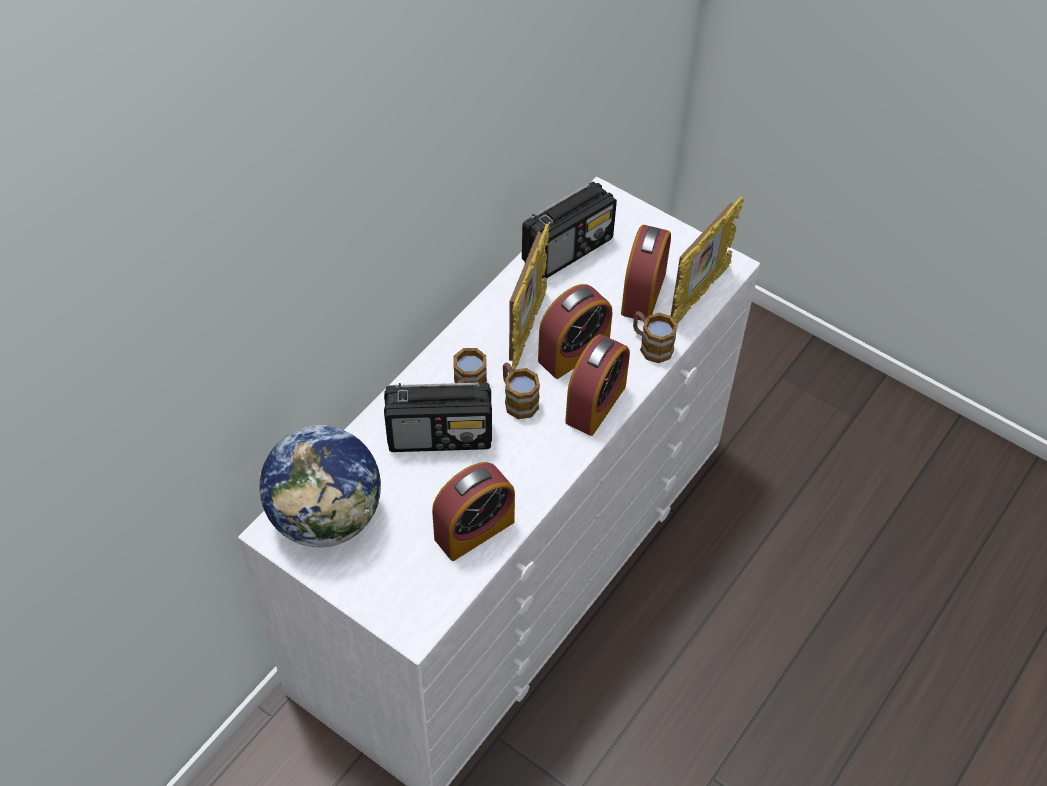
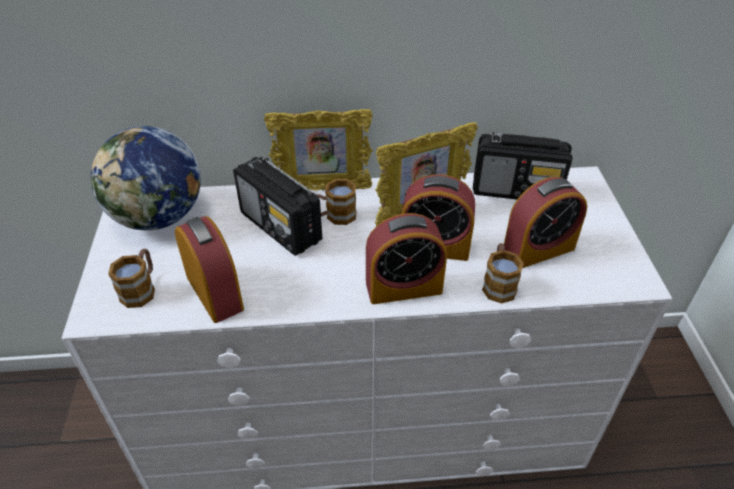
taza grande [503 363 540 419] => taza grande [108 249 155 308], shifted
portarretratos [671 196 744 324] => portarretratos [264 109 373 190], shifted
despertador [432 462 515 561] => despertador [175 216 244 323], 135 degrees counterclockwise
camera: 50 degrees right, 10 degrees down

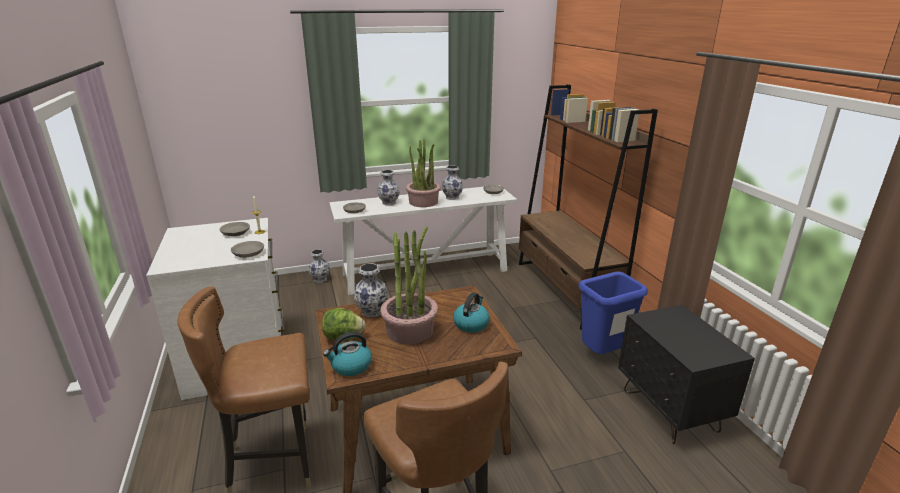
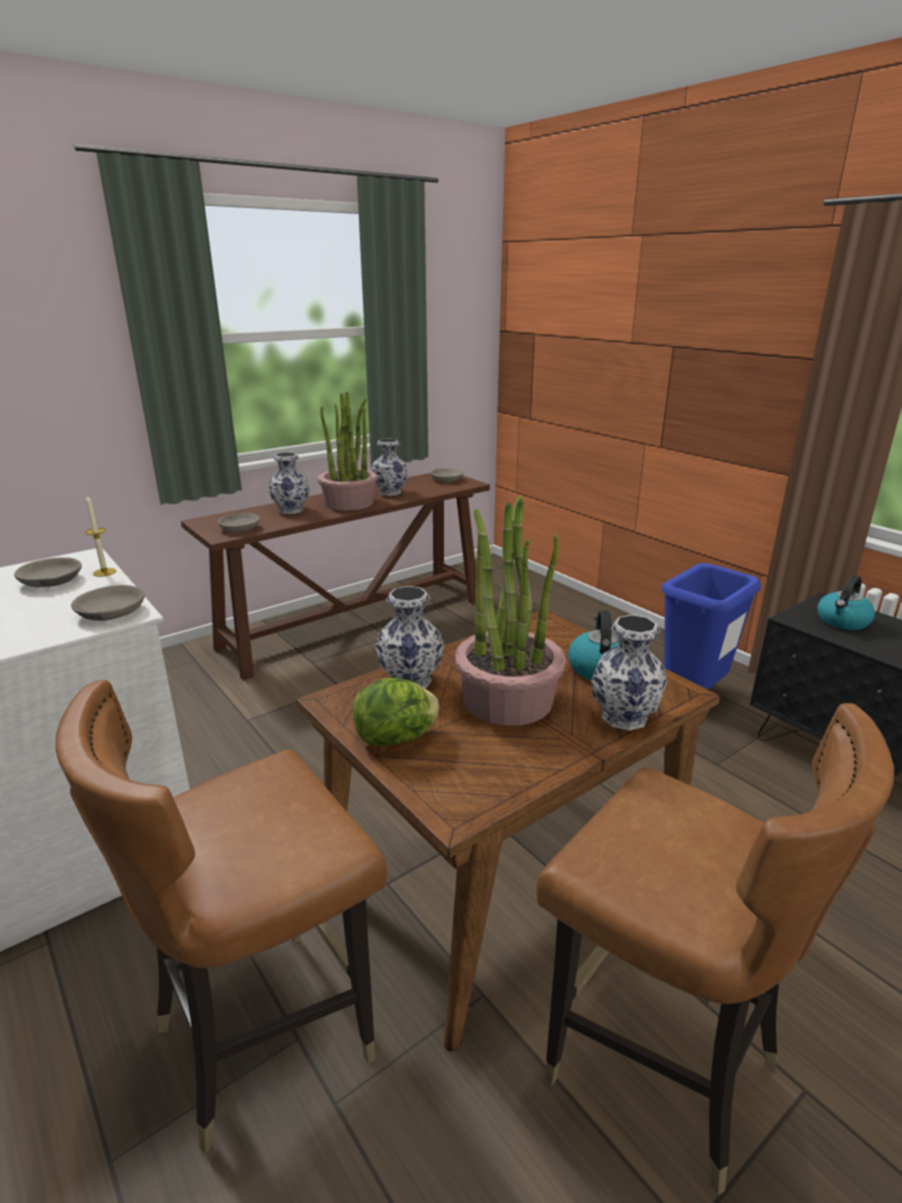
estantería/marrón [519 85 658 330] => nothing
florero [308 249 330 283] => florero [591 615 667 731], shifted
hervidor [323 332 372 376] => hervidor [817 575 875 630], shifted
mesa consola/blanco [329 185 517 295] => mesa consola/marrón [181 473 490 680]
camera: 20 degrees left, 0 degrees up

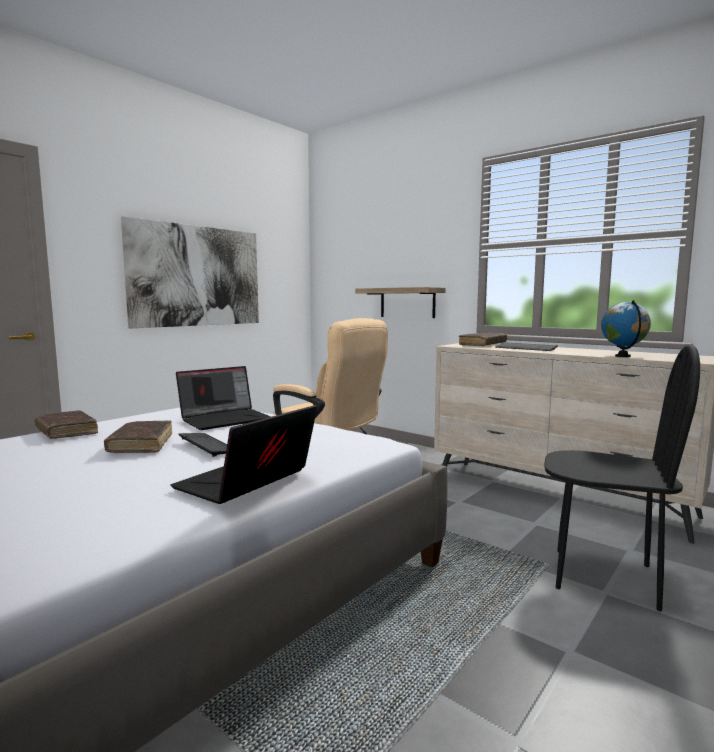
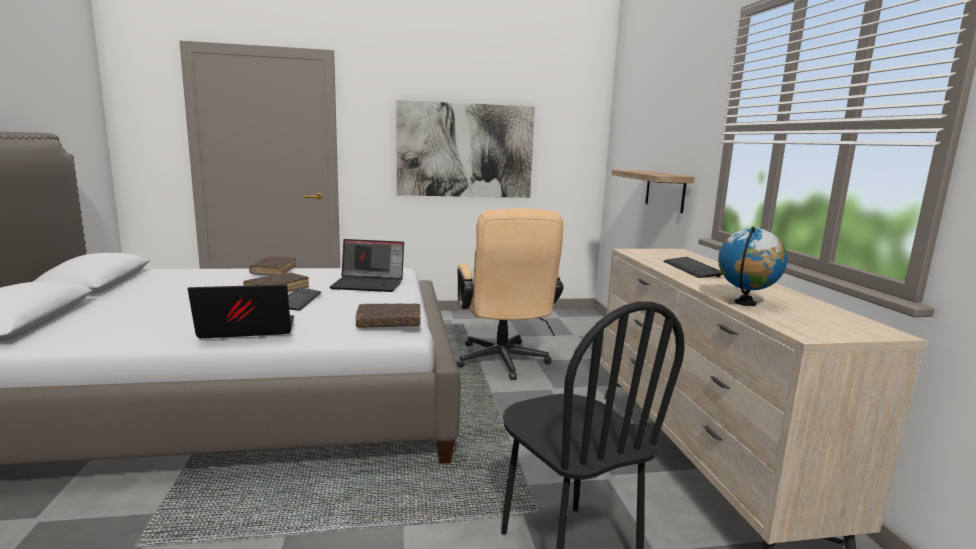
libro/marrón [459 332 507 346] => libro/marrón [355 303 421 328], shifted
camera: 40 degrees right, 5 degrees up

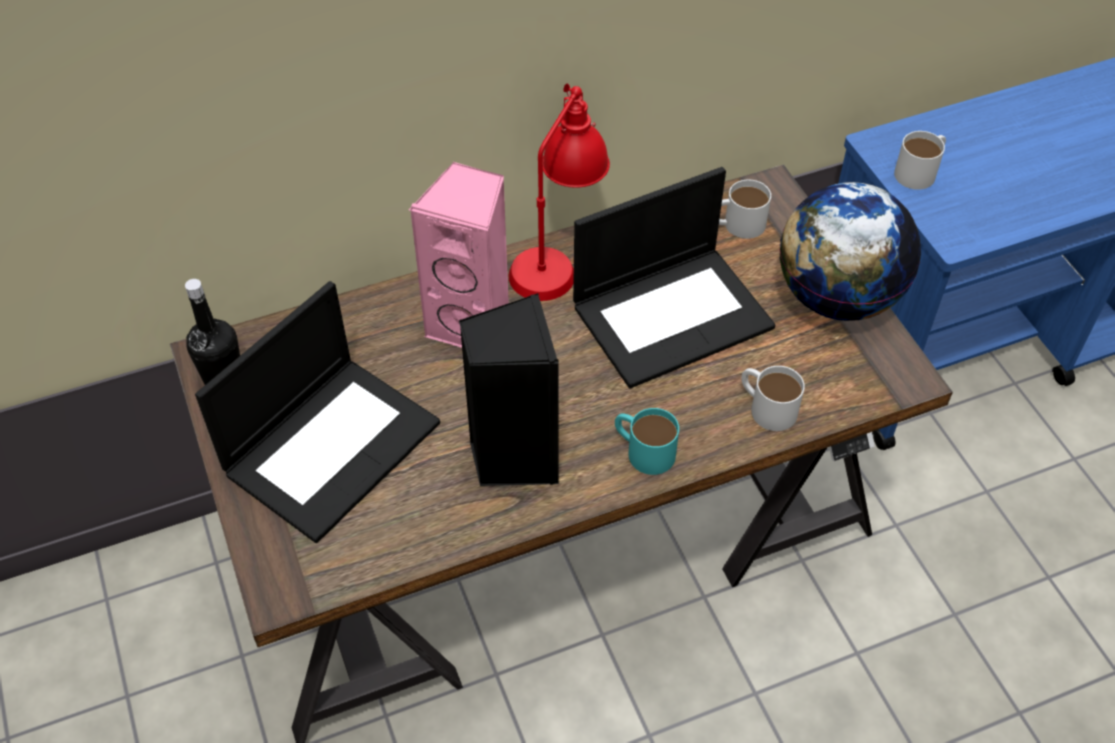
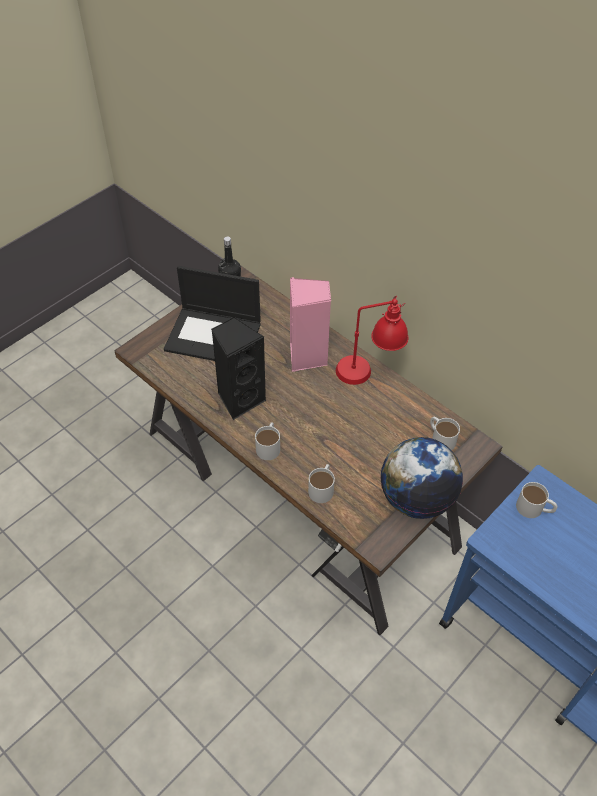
portátil [573 167 775 389] => nothing
taza grande/turquesa [615 408 679 475] => taza grande/blanco [255 422 280 460]
camera: 65 degrees right, 0 degrees up

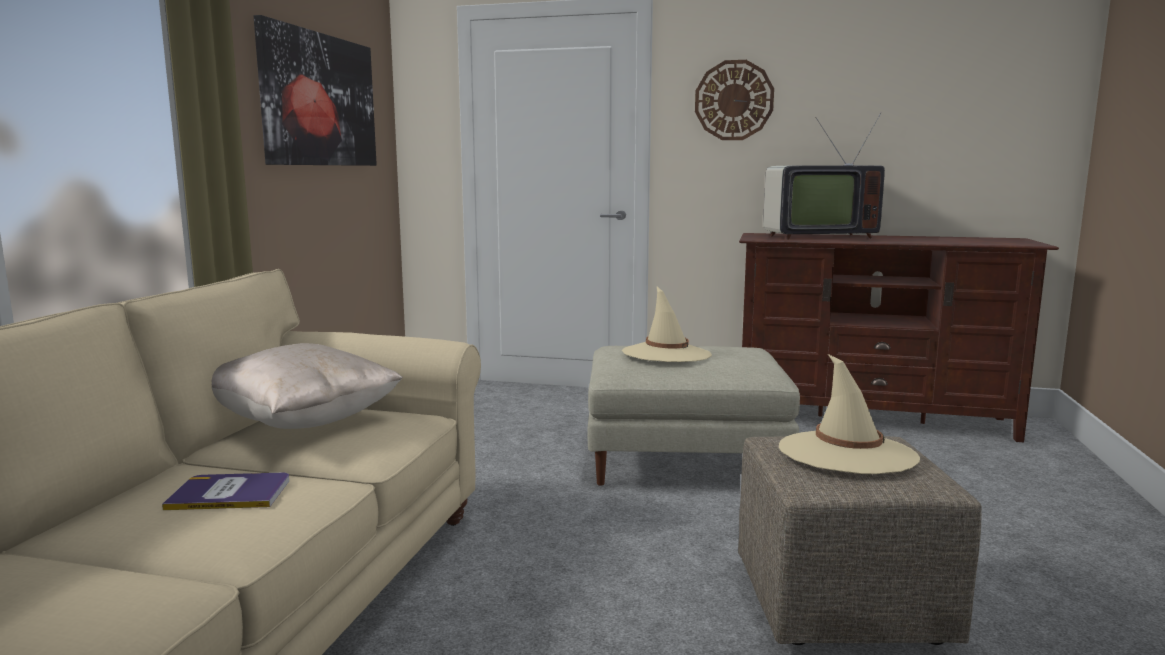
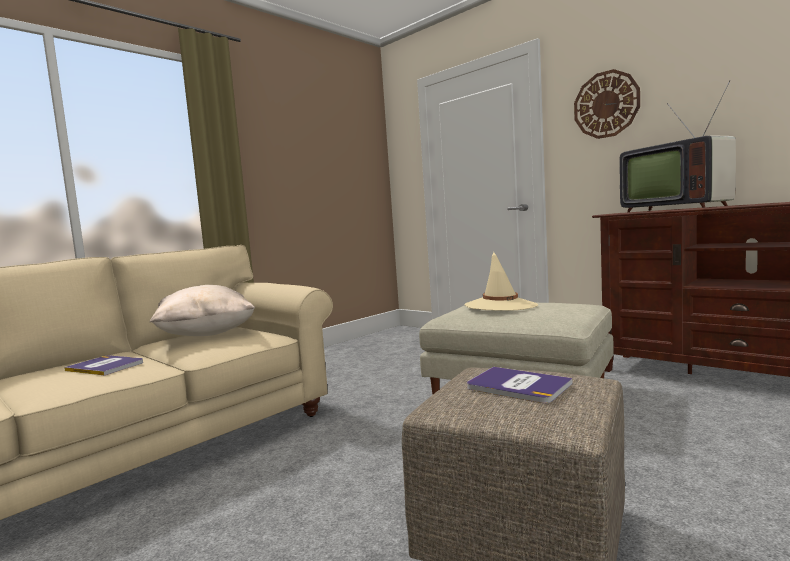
cuadro [254 15 377 166] => nothing
sombrero/beis [779 354 920 474] => libro [467 367 573 403]
televisor [763 113 885 240] => televisor [619 80 736 212], 45 degrees clockwise
camera: 30 degrees right, 5 degrees down

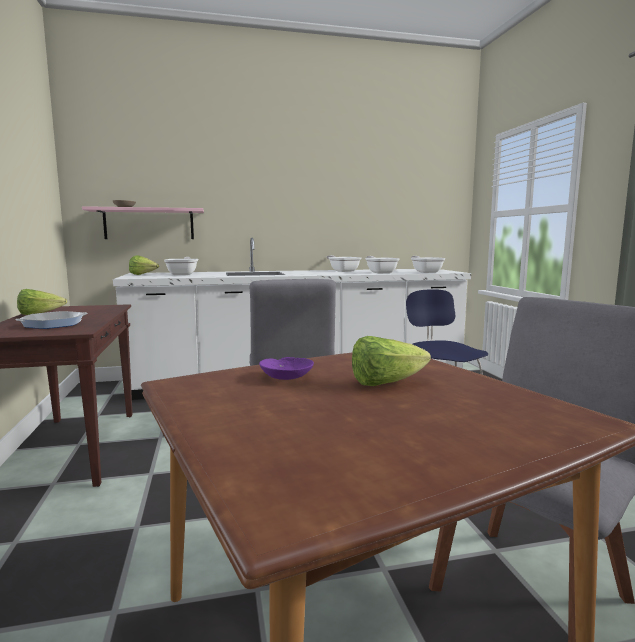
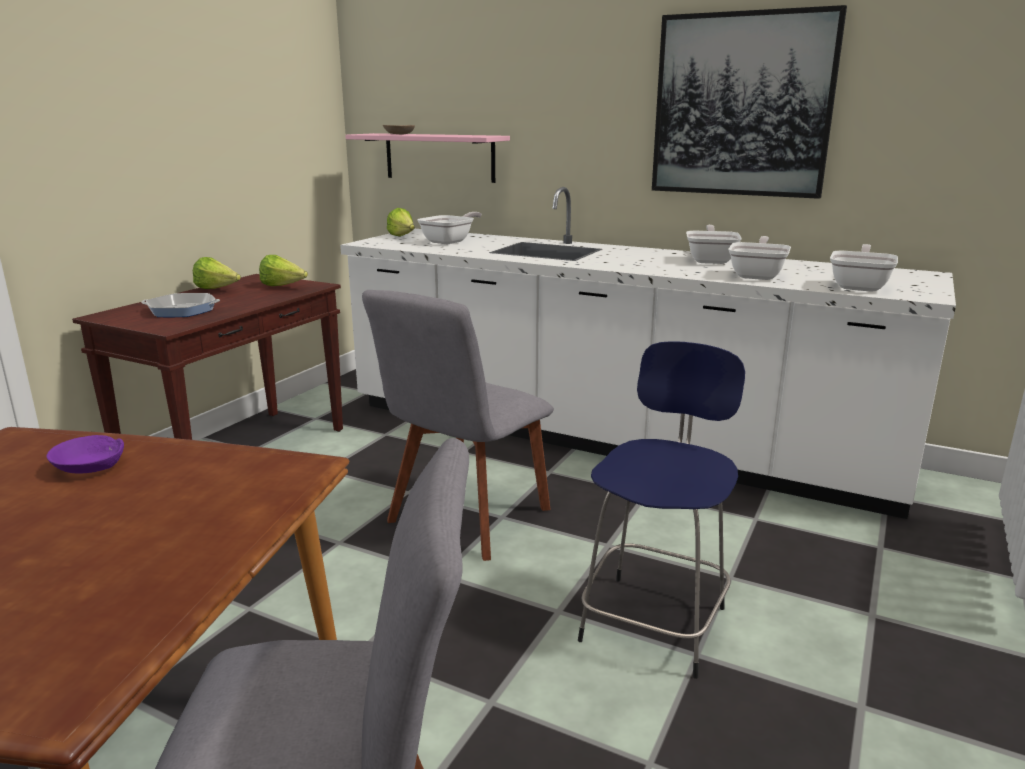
nothing => cuadro [652 5 847 199]
lechuga [352 336 431 386] => lechuga [259 255 308 286], shifted
camera: 40 degrees right, 10 degrees up

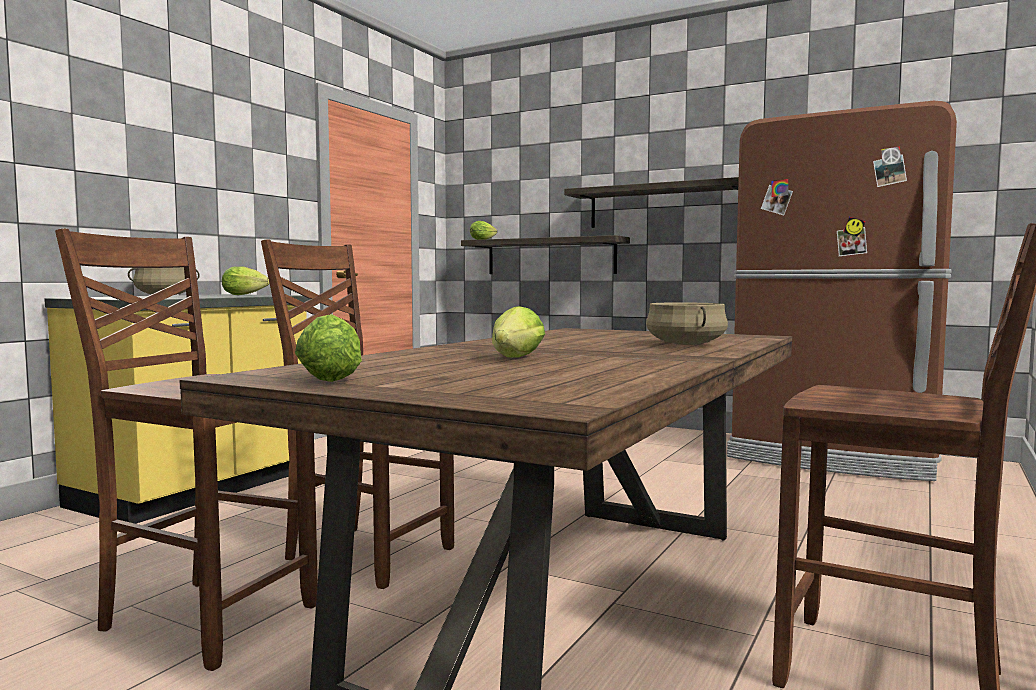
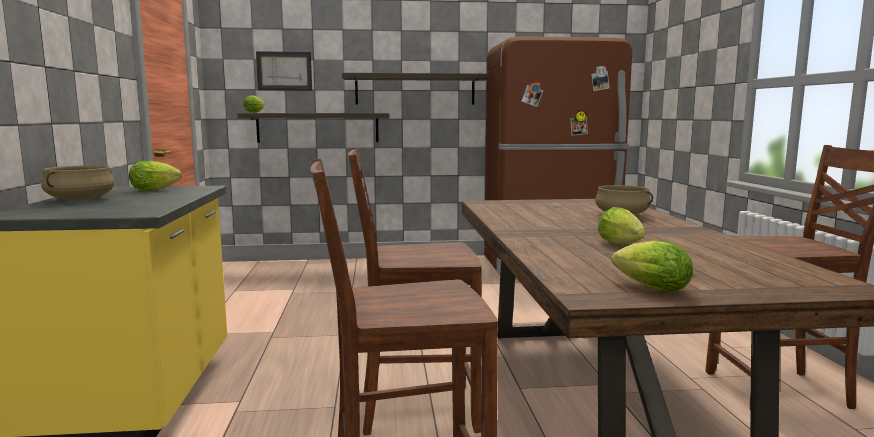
nothing => cuadro [256 51 312 91]
camera: 35 degrees left, 5 degrees up

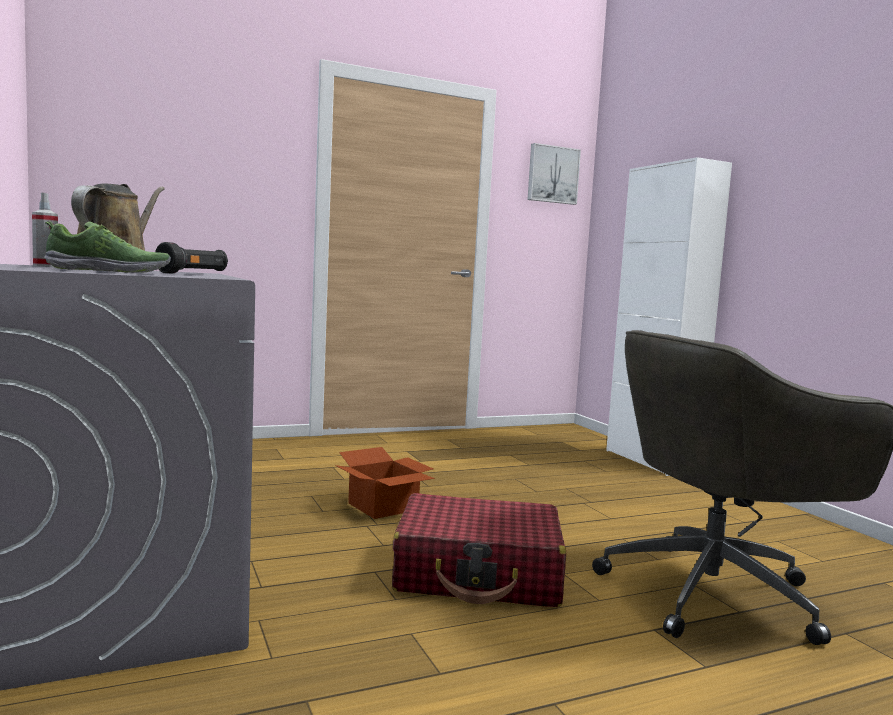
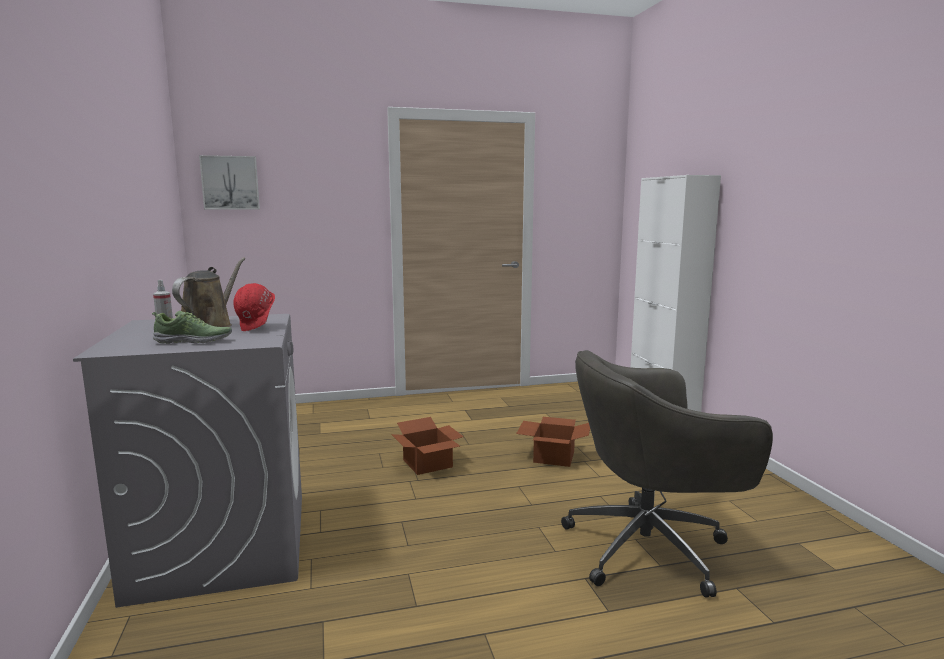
maleta/rojo [392 493 566 607] => nothing
nothing => caja de cartón [516 417 590 467]
cuadro [528 143 581 205] => cuadro [199 155 260 210], shifted
linterna/negro [155 242 228 273] => casco/rojo [234 283 275 331]
camera: 10 degrees right, 5 degrees up

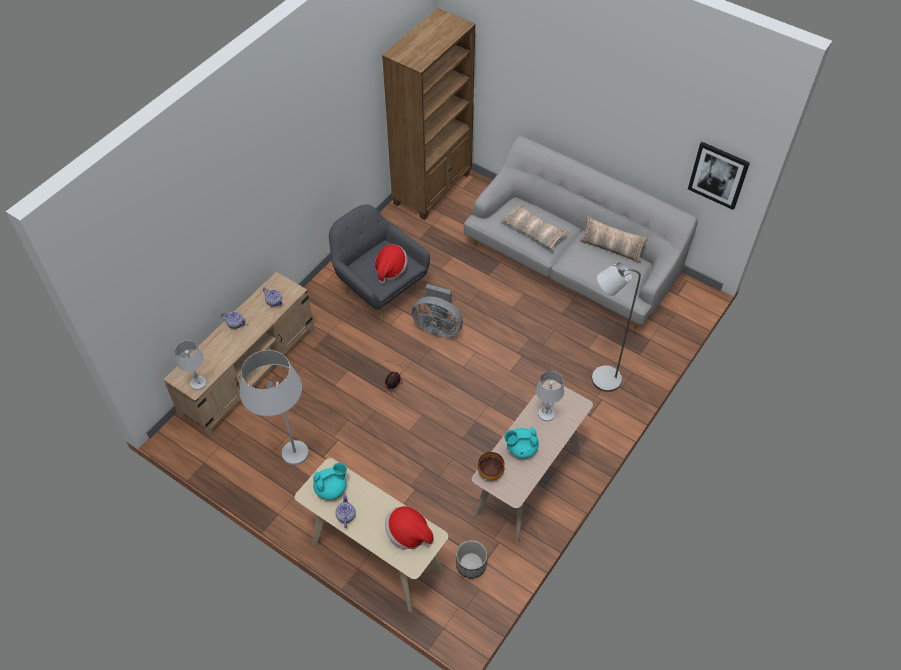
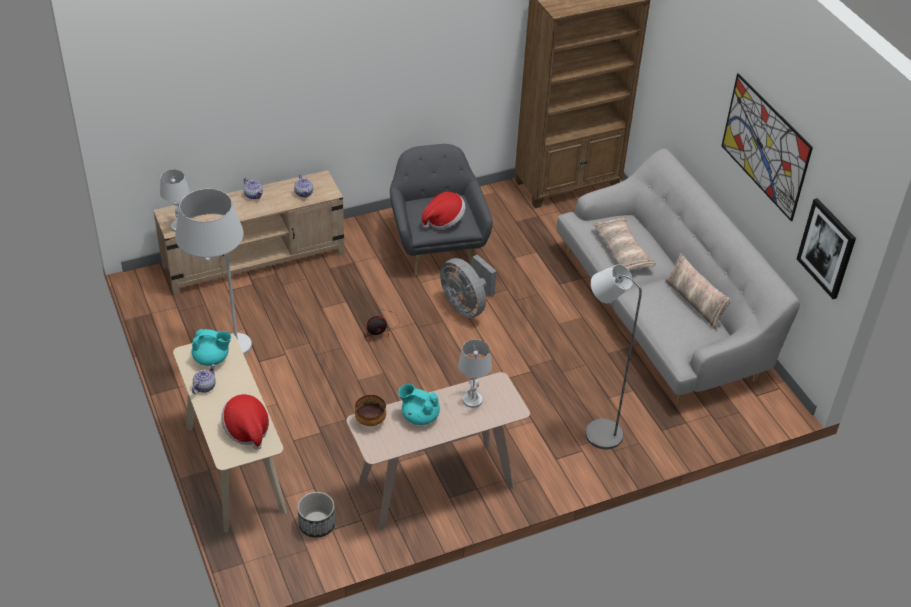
nothing => cuadro [722 73 813 221]
camera: 30 degrees right, 10 degrees down

